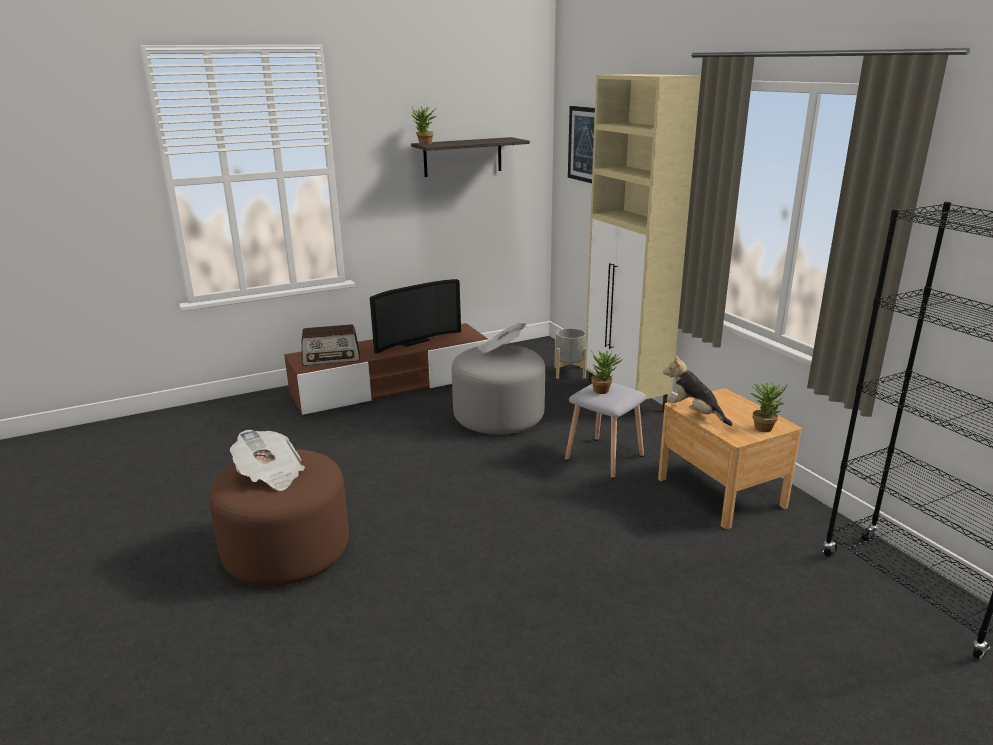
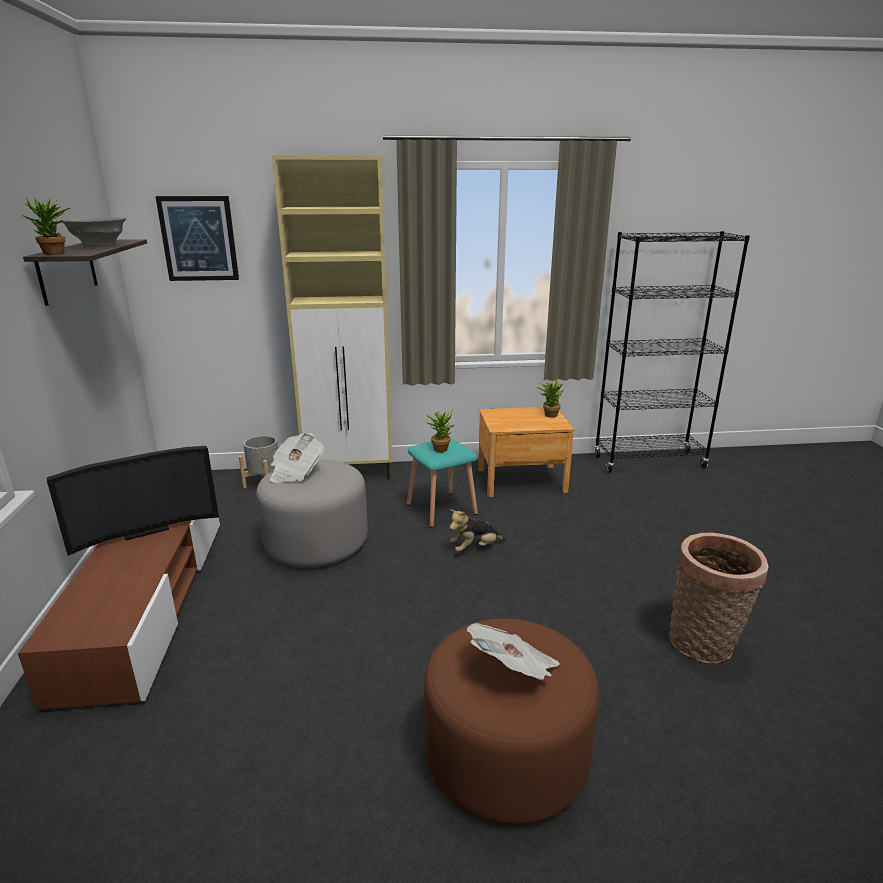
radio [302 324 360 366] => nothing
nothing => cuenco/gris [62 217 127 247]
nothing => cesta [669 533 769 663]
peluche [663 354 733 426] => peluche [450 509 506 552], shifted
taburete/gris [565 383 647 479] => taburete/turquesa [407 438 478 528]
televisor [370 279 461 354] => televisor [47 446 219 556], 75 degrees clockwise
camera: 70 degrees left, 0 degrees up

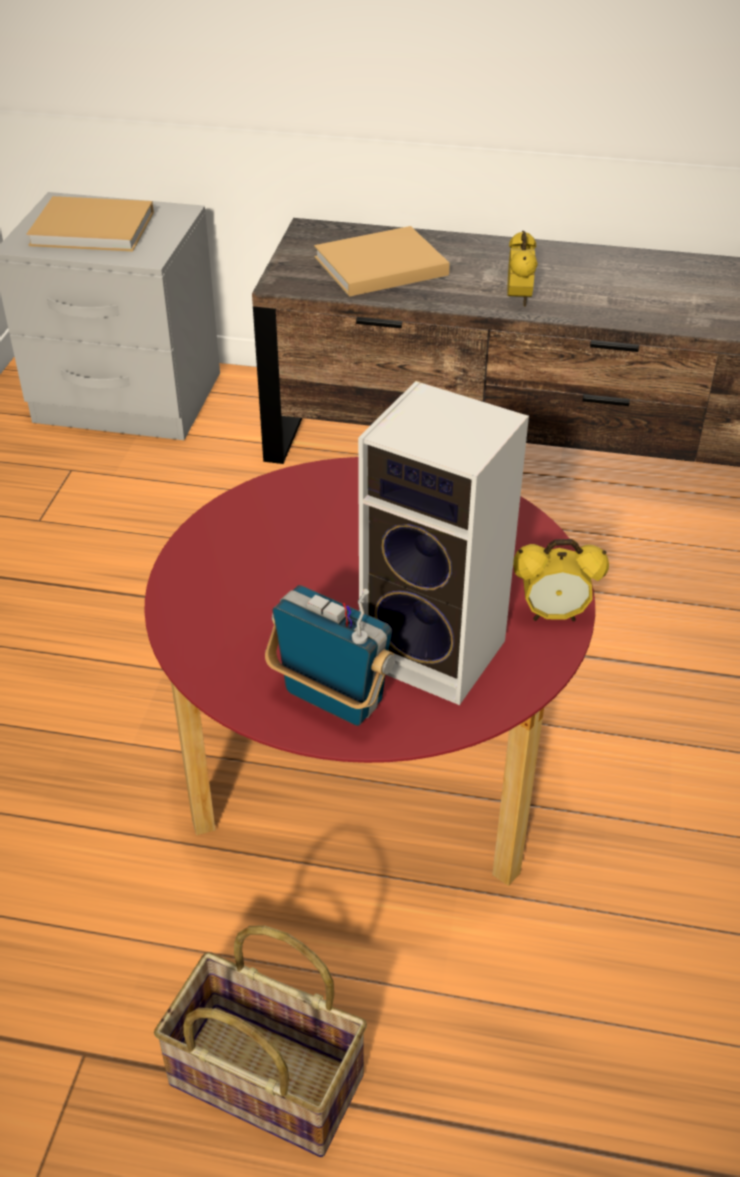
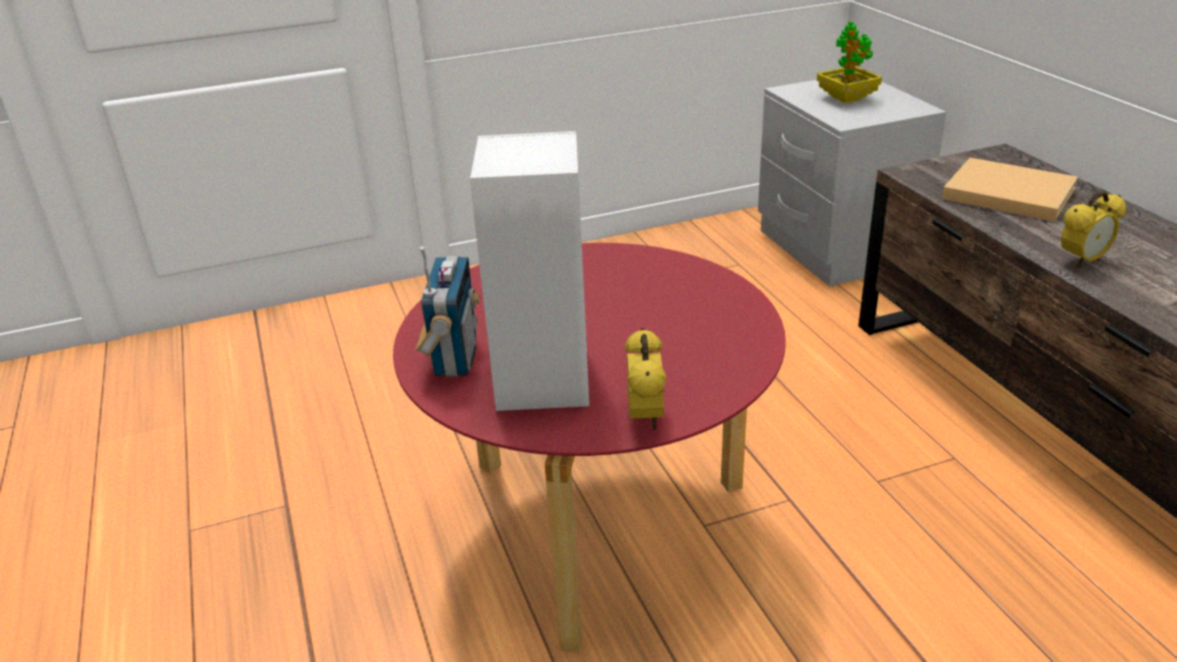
cesta [154 926 367 1157] => nothing
libro/beis [27 196 154 251] => planta en maceta [817 21 882 103]
despertador [513 539 609 621] => despertador [625 328 667 431], 150 degrees counterclockwise
camera: 60 degrees right, 10 degrees down

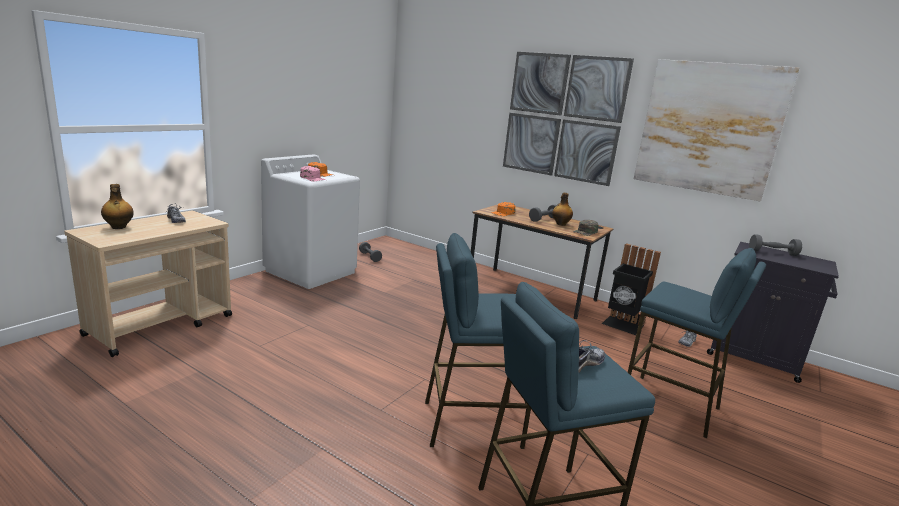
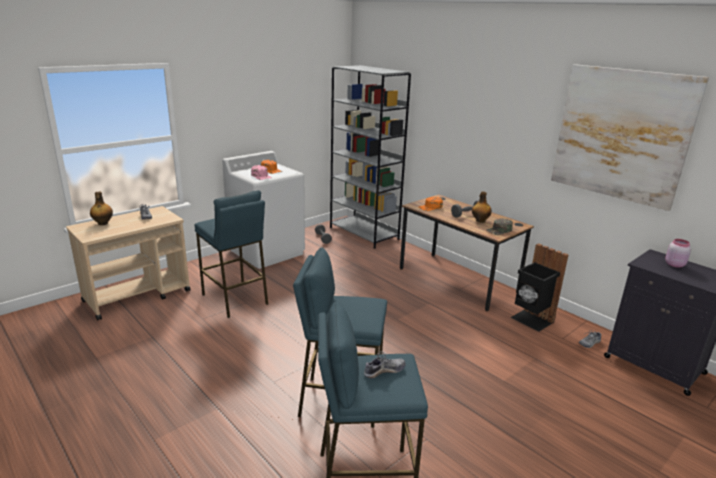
cuadro [503 52 634 186] => nothing
nothing => estantería/gris [330 65 411 249]
taburete/azul [628 248 766 438] => taburete/azul [194 190 268 318], shifted
mancuerna/gris [749 234 802 256] => tarro/rosa [665 239 691 268]
camera: 15 degrees right, 5 degrees up

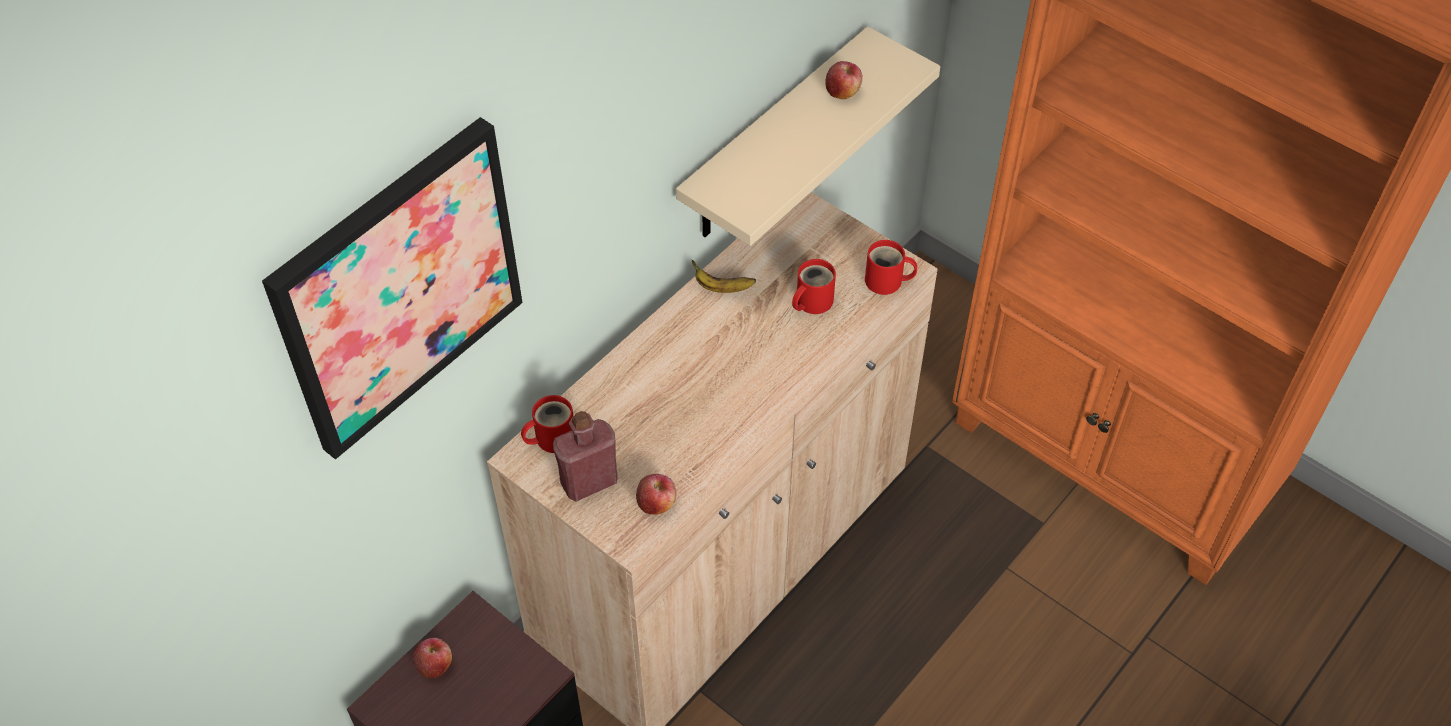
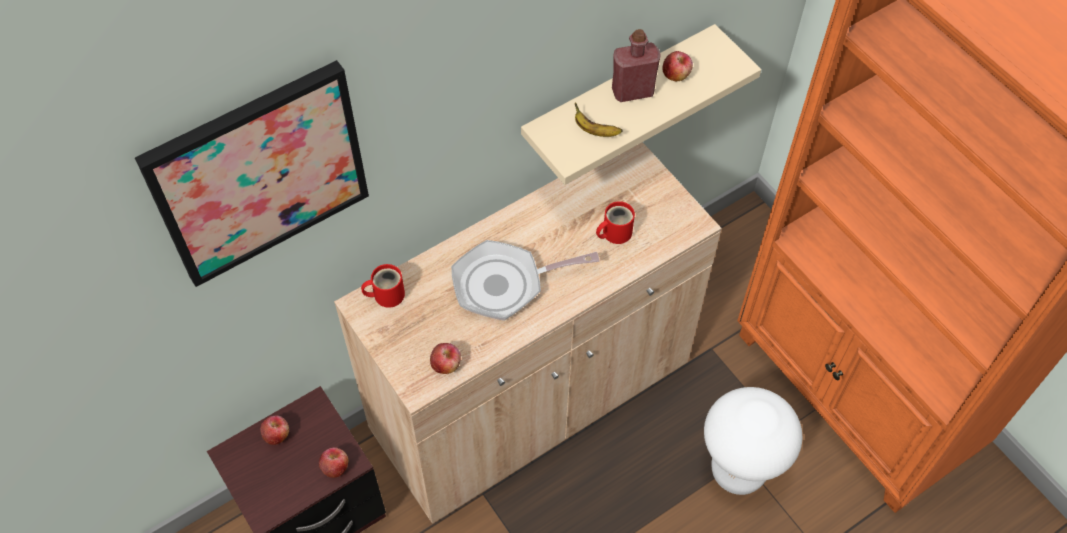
taza grande/rojo [865 240 917 295] => nothing
nothing => manzana [319 447 348 478]
nothing => sartén [451 240 600 321]
nothing => taburete/blanco [704 387 802 495]
botella/rojo [553 411 618 502] => botella/rojo [612 29 661 102], shifted
plátano [692 260 756 293] => plátano [575 103 623 137], shifted
camera: 15 degrees right, 5 degrees up

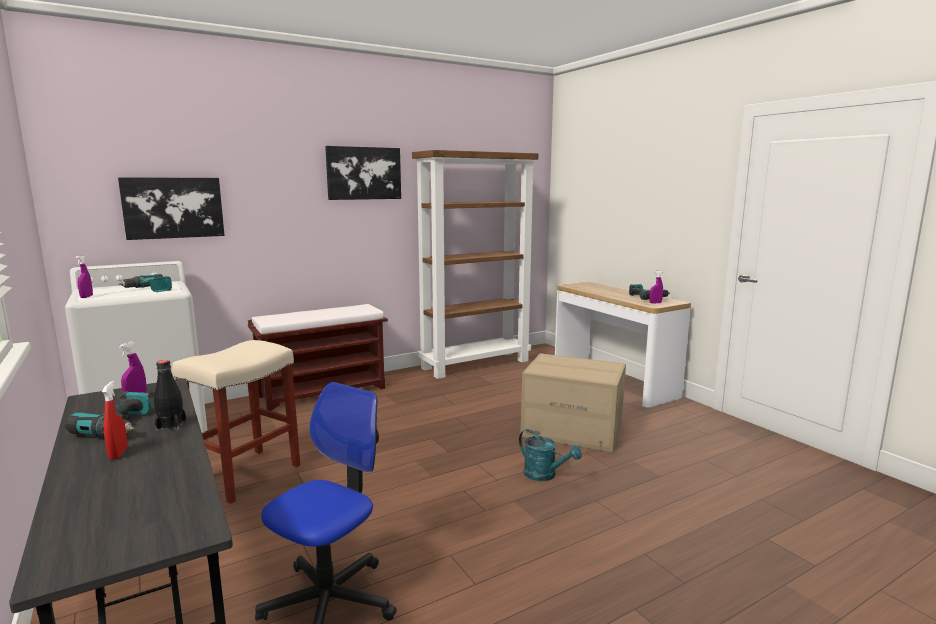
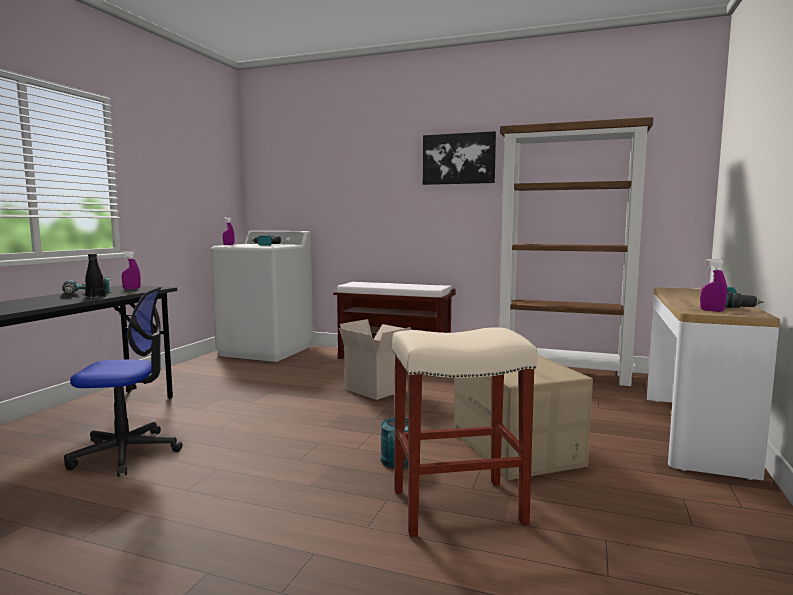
pulverizador/rojo [102 381 127 460] => nothing
cuadro [118 177 225 240] => nothing
nothing => caja de cartón [339 319 411 400]
taburete/beis [172 340 300 504] => taburete/beis [392 327 538 536], shifted
camera: 50 degrees right, 5 degrees down

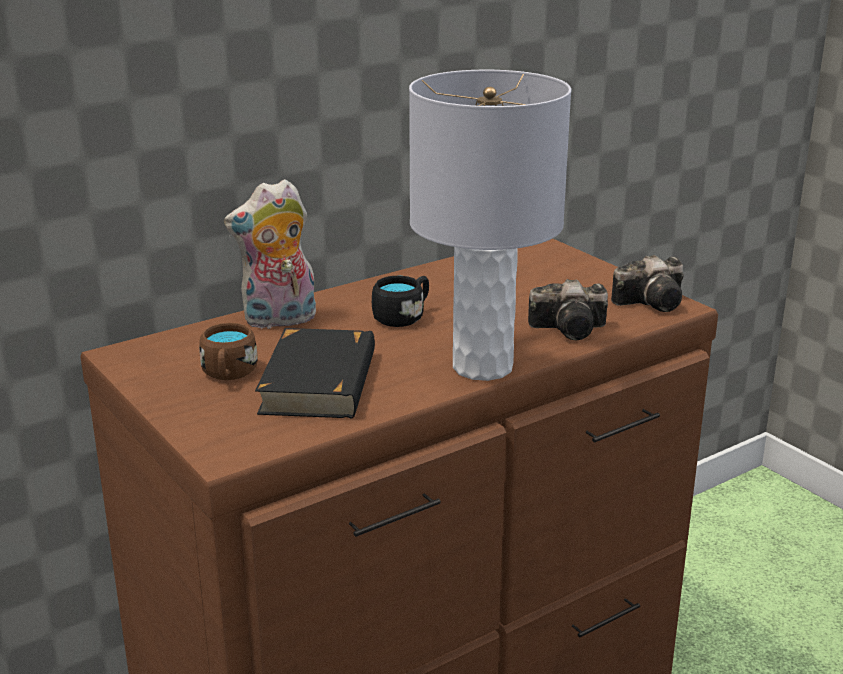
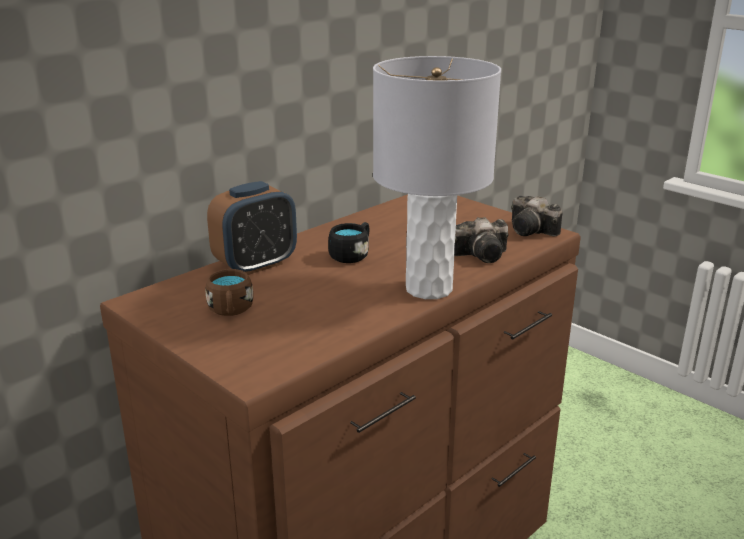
libro/negro [255 328 375 418] => nothing
peluche [224 179 316 329] => despertador [207 181 297 275]
cámara [611 255 684 312] => cámara [511 195 563 236], 75 degrees clockwise
camera: 10 degrees left, 0 degrees up

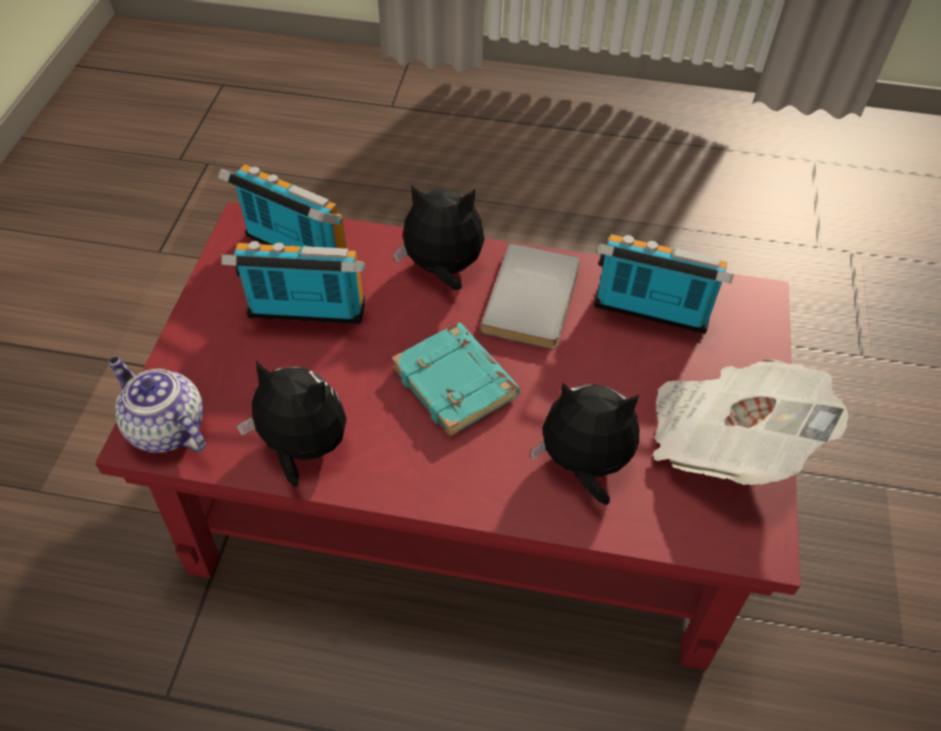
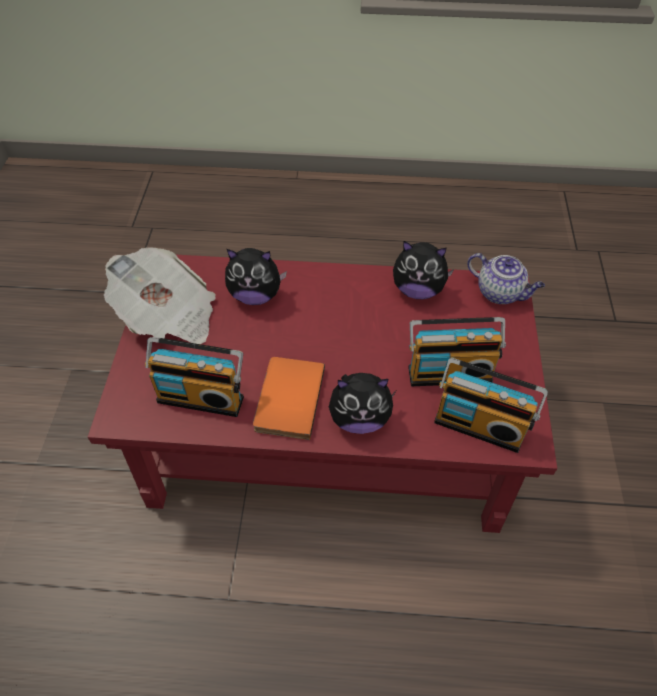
libro/turquesa [392 323 520 437] => nothing
libro/gris [480 243 580 349] => libro/naranja [253 357 325 440]
camera: 175 degrees right, 0 degrees up

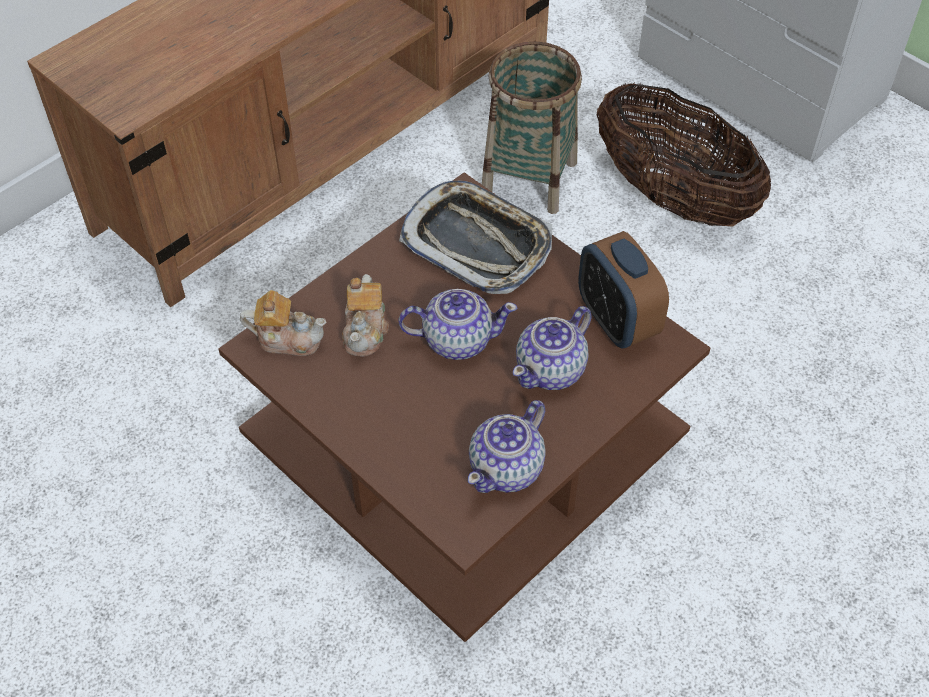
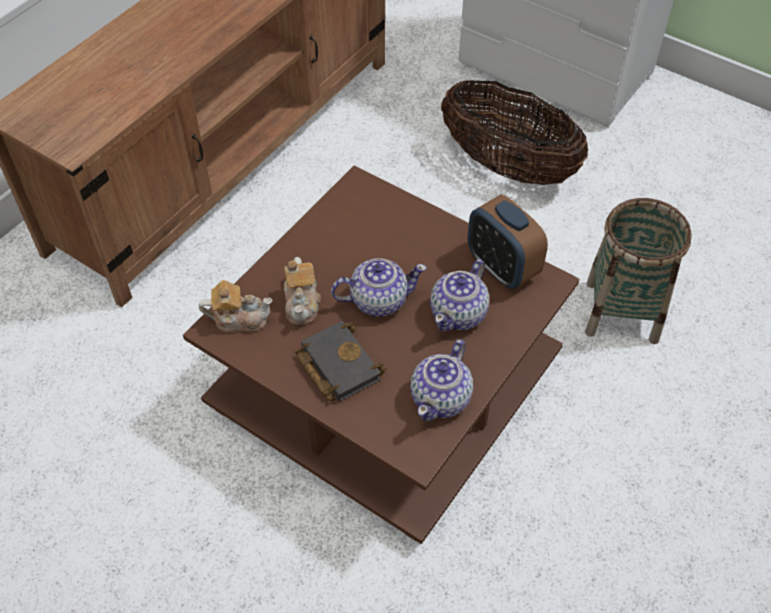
bandeja [399 180 552 294] => nothing
nothing => libro/negro [295 321 386 402]
cesta [482 42 582 214] => cesta [585 198 692 344], shifted
camera: 10 degrees left, 0 degrees up

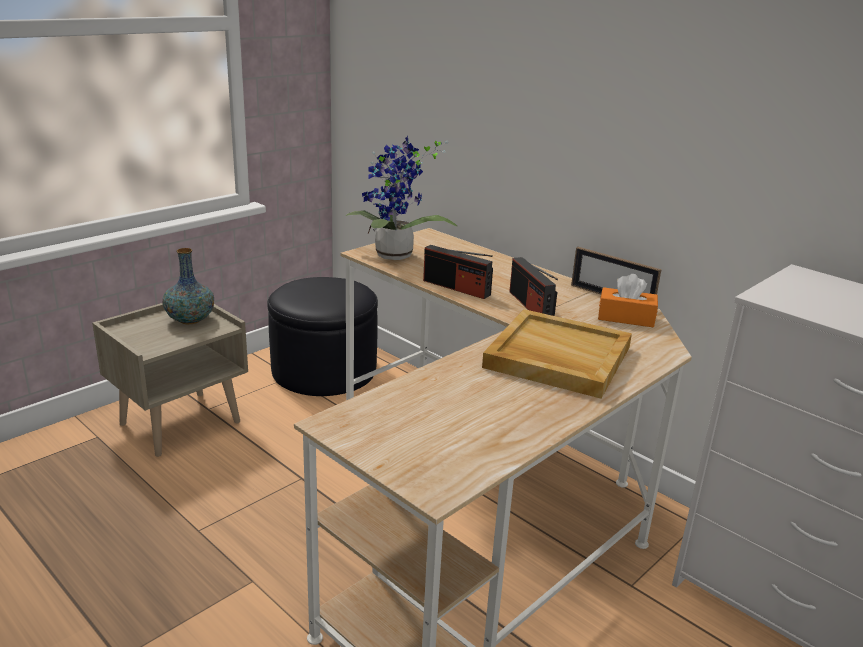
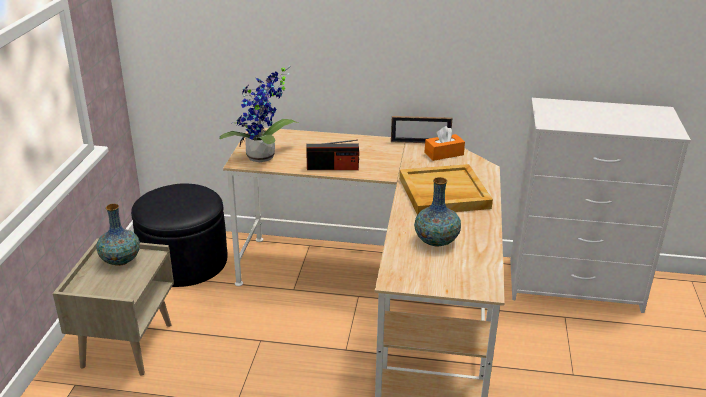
radio [509 257 558 316] => nothing
nothing => florero [414 177 461 247]
camera: 35 degrees left, 5 degrees up

